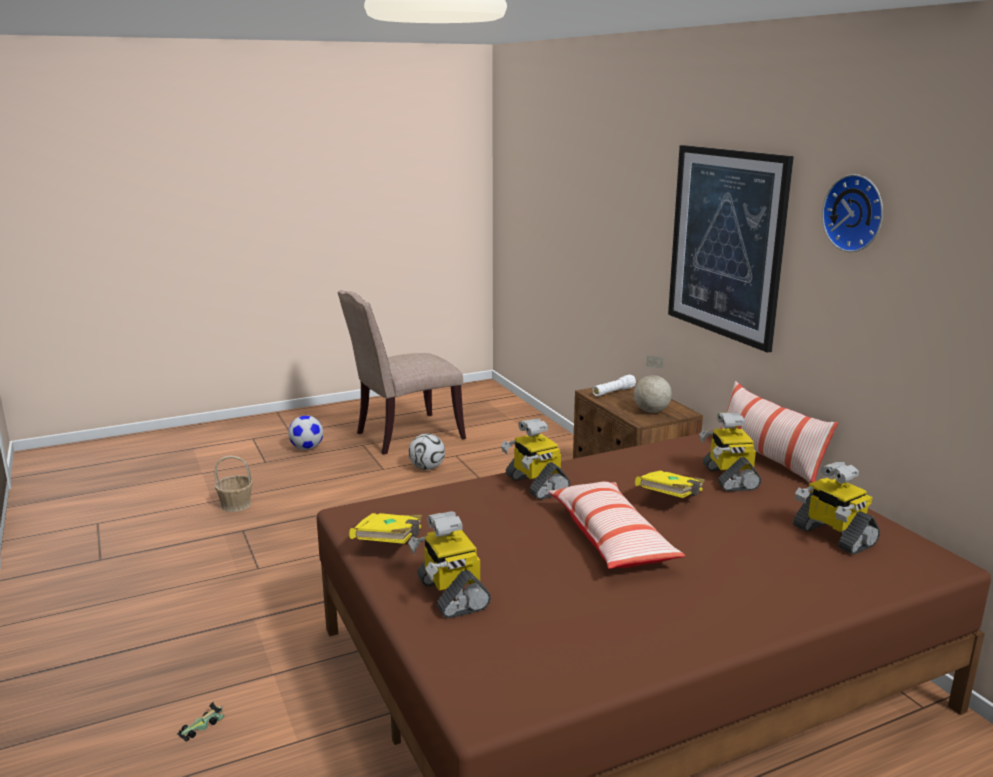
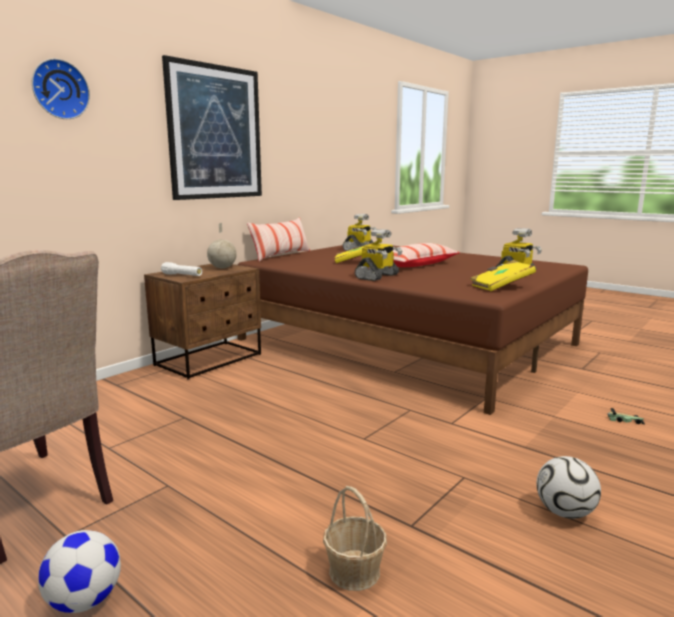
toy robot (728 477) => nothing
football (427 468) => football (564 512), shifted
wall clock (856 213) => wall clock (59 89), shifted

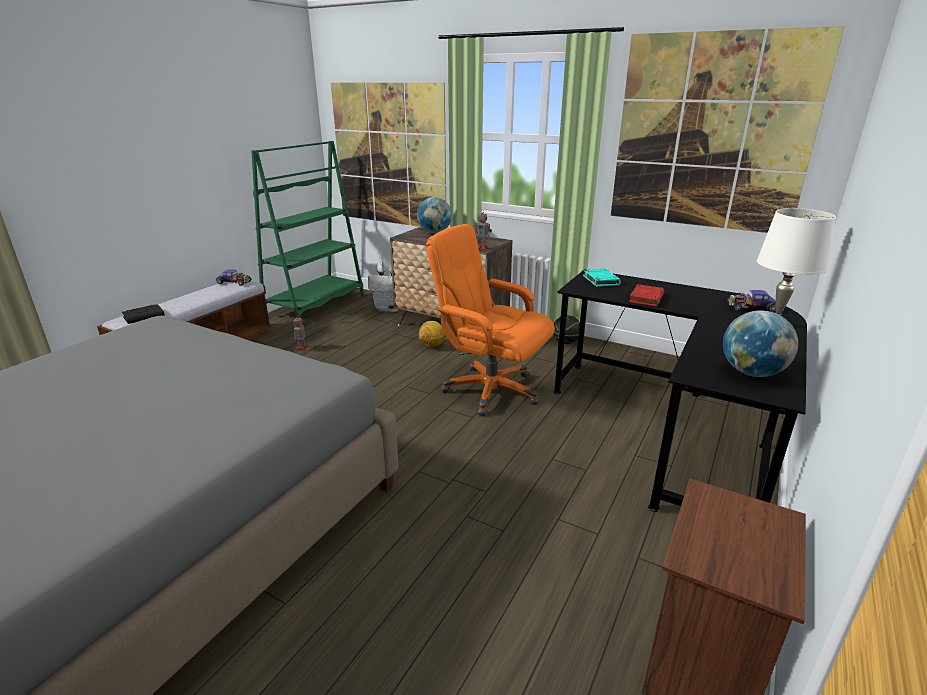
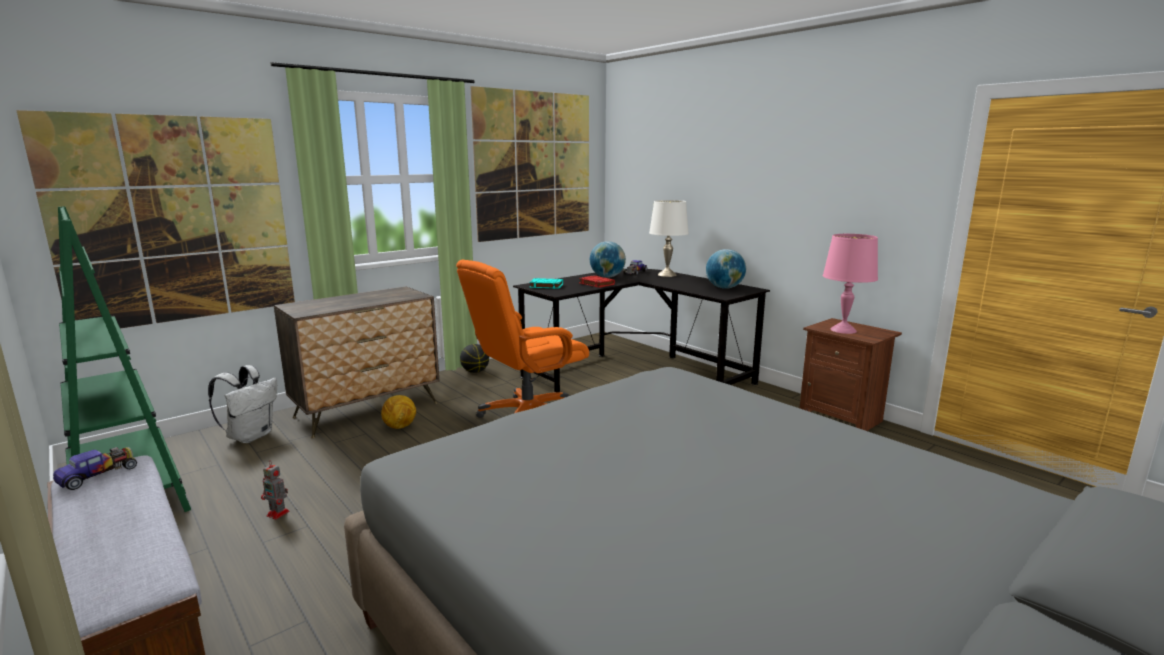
black book (144 316) => nothing
toy robot (482 248) => nothing
nothing => pink table lamp (843 330)
globe (434 232) => globe (607 277), shifted

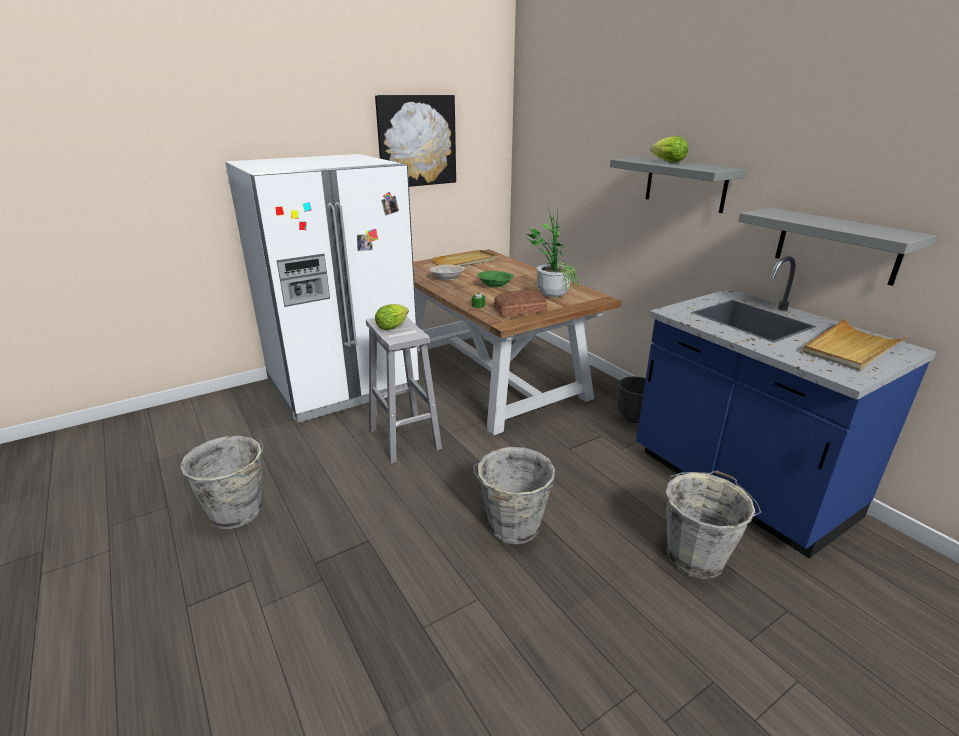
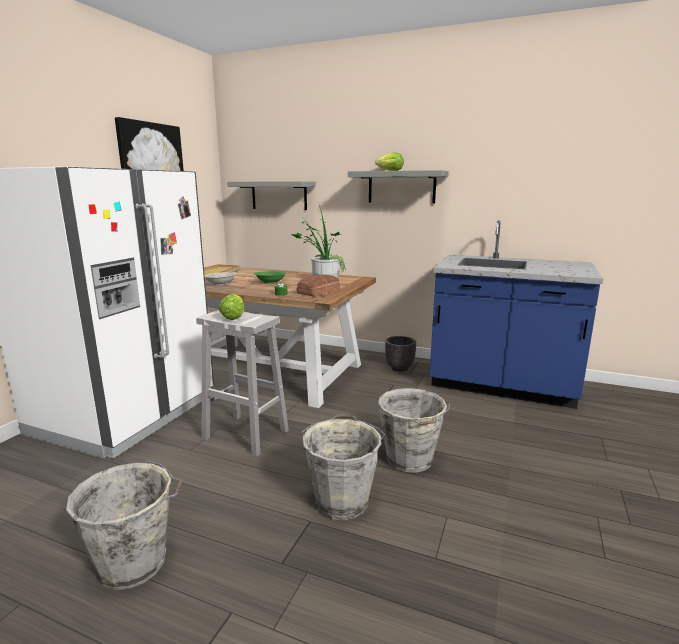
beige tray (852 348) => nothing
grey bucket (696 556) => grey bucket (342 500), shifted
grey shelf (837 245) => grey shelf (279 195), shifted

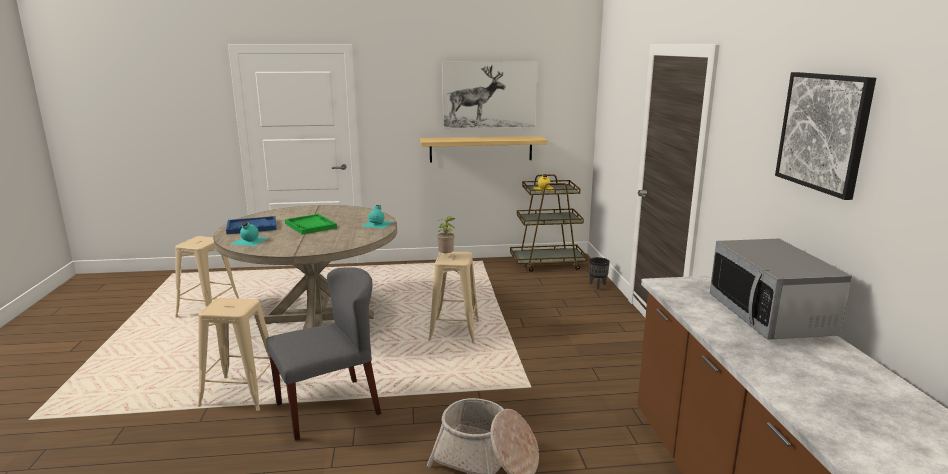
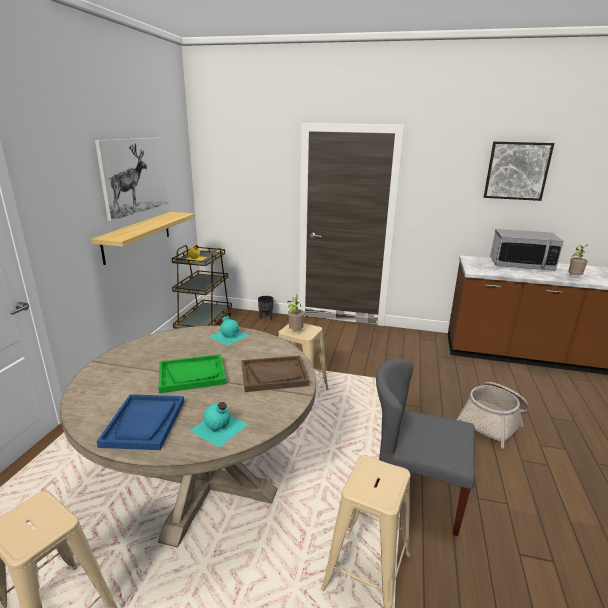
nothing => brown tray (274 375)
nothing => potted plant (573 278)
grey chair (328 408) => grey chair (414 494), 60 degrees counterclockwise

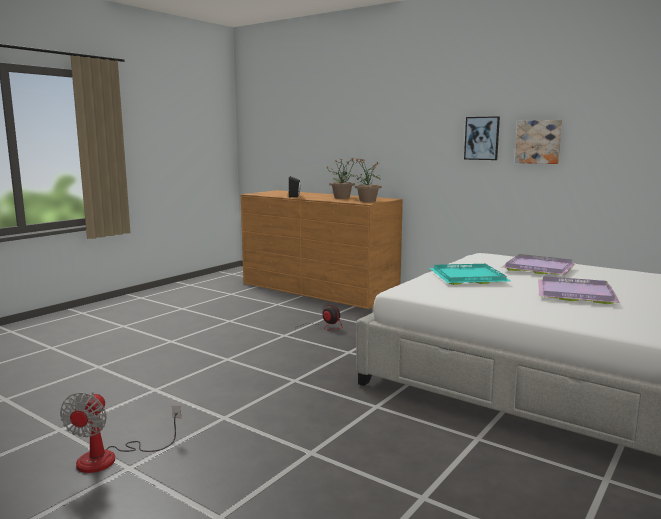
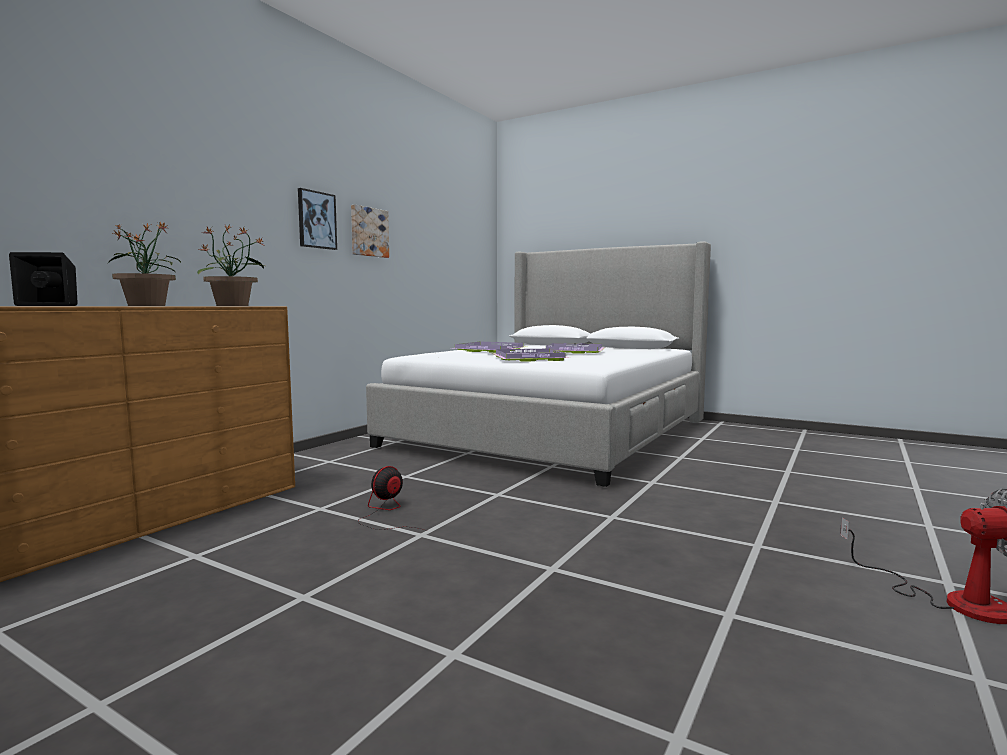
turquoise tray (469 277) => purple tray (527 358)

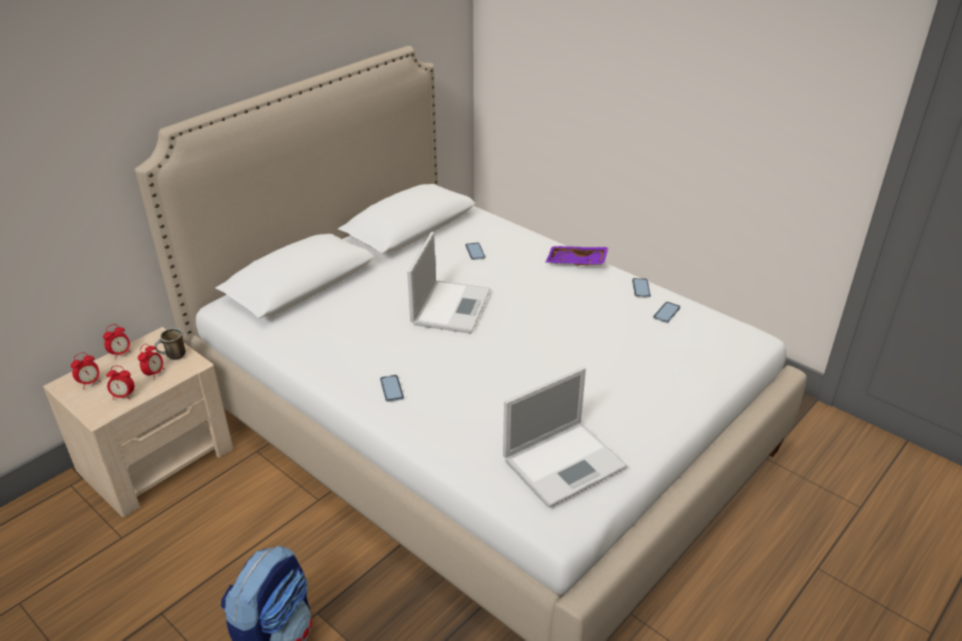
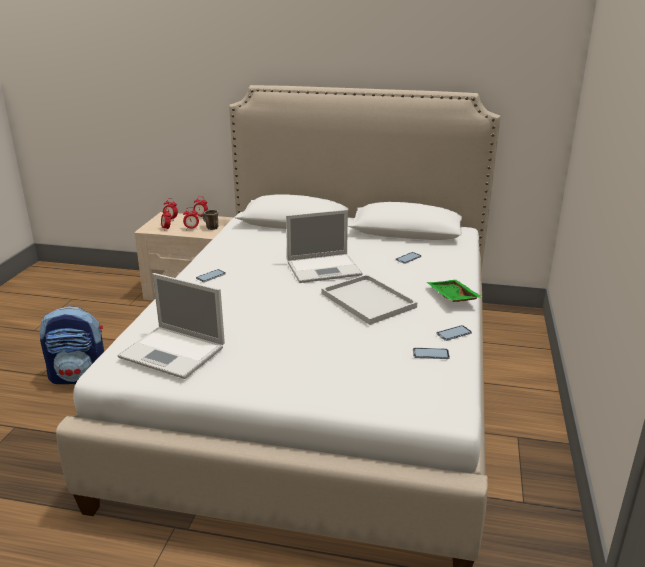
nothing => white tray (370 301)
purple tray (576 263) => green tray (451 297)

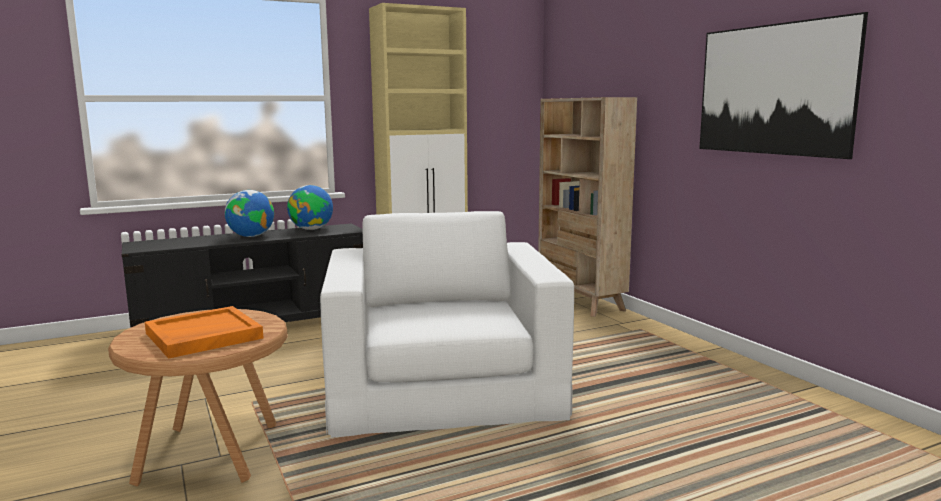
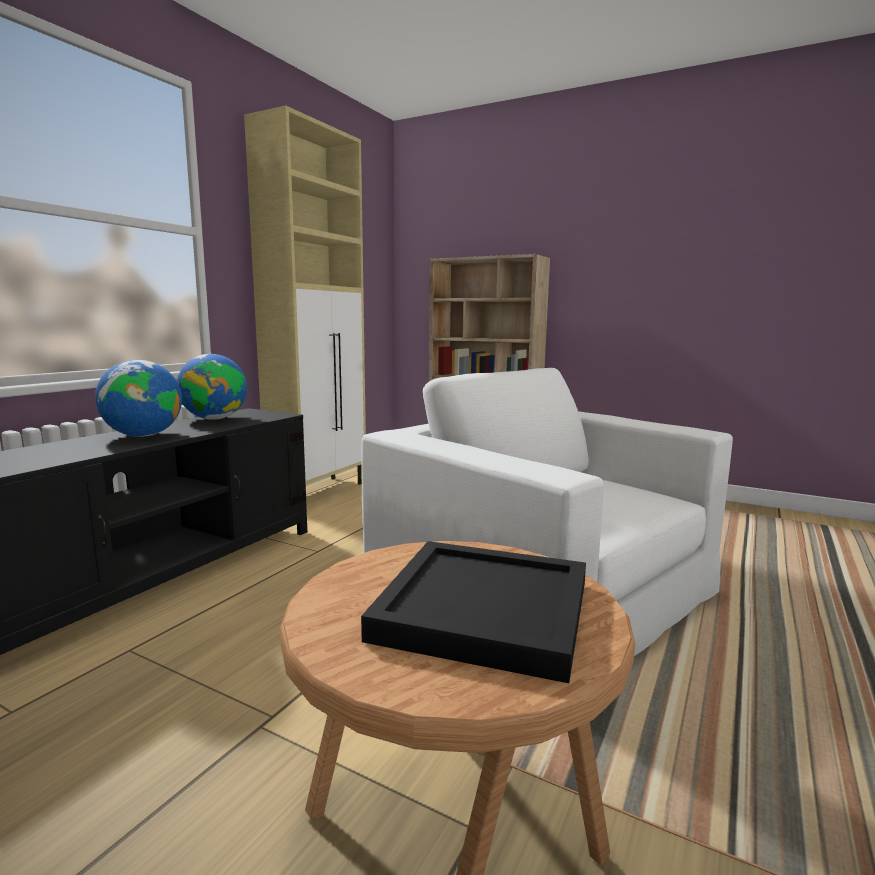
picture (773 89) => nothing
orange tray (203 336) => black tray (485 611)

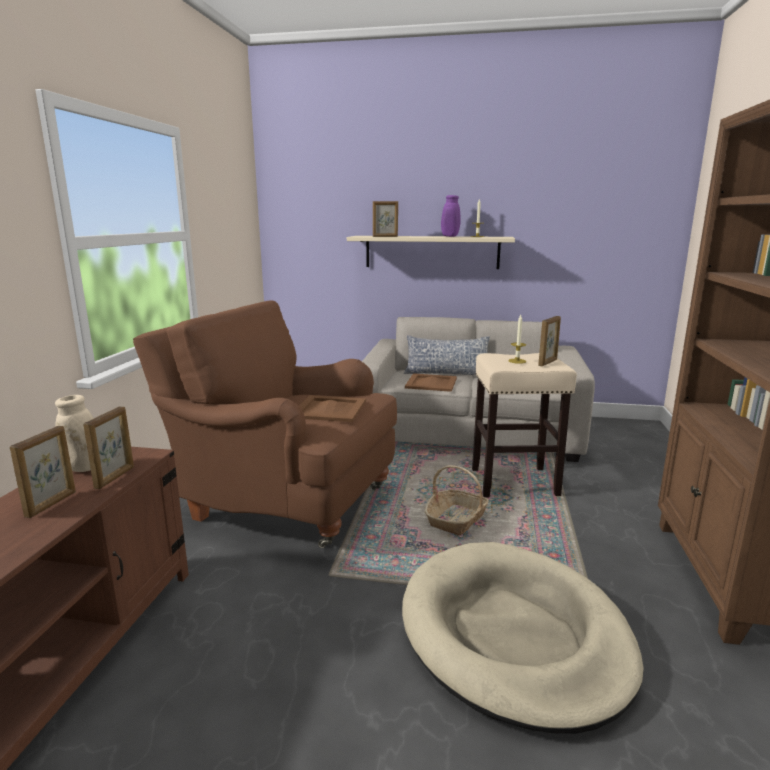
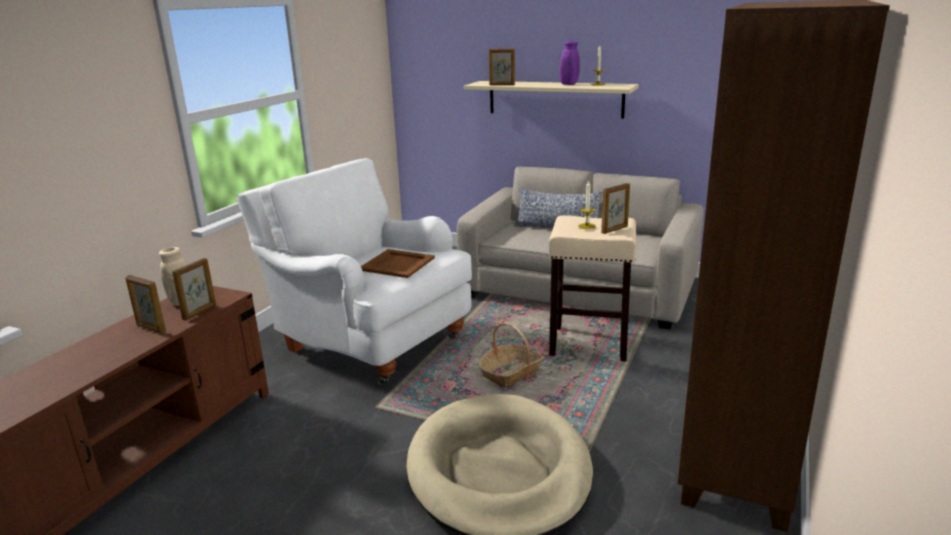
brown tray (430 383) => nothing
brown armchair (285 501) => white armchair (369 342)
picture frame (52 504) => picture frame (151 328), 90 degrees clockwise

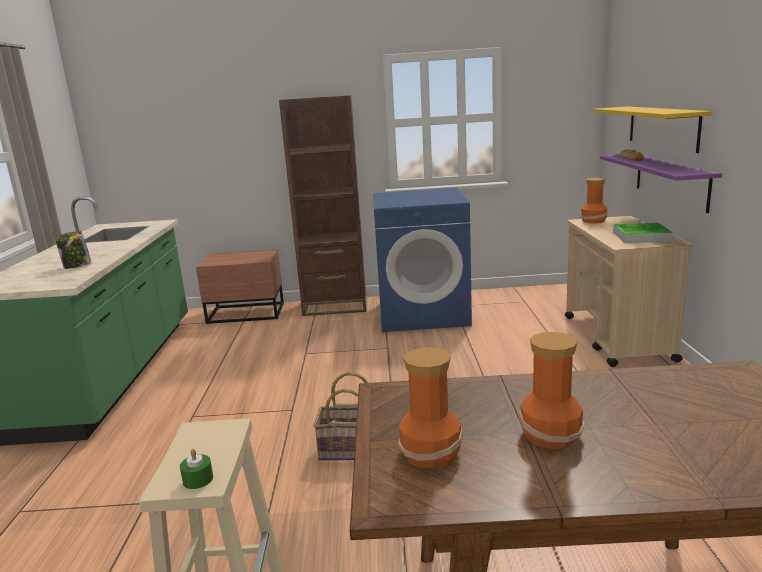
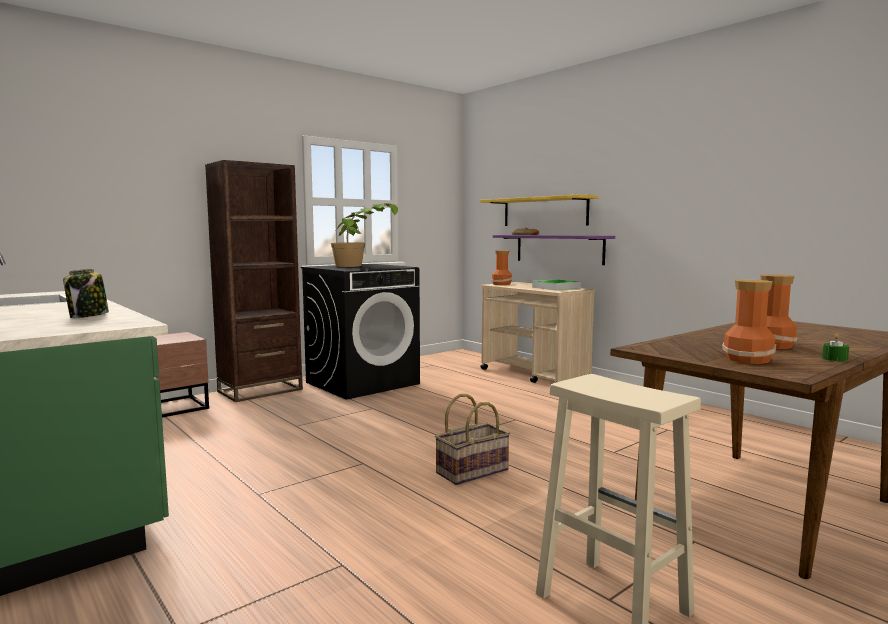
nothing => potted plant (361 266)
green candle (198 479) => green candle (834 359), shifted
blue washing machine (423 314) => black washing machine (363 383)

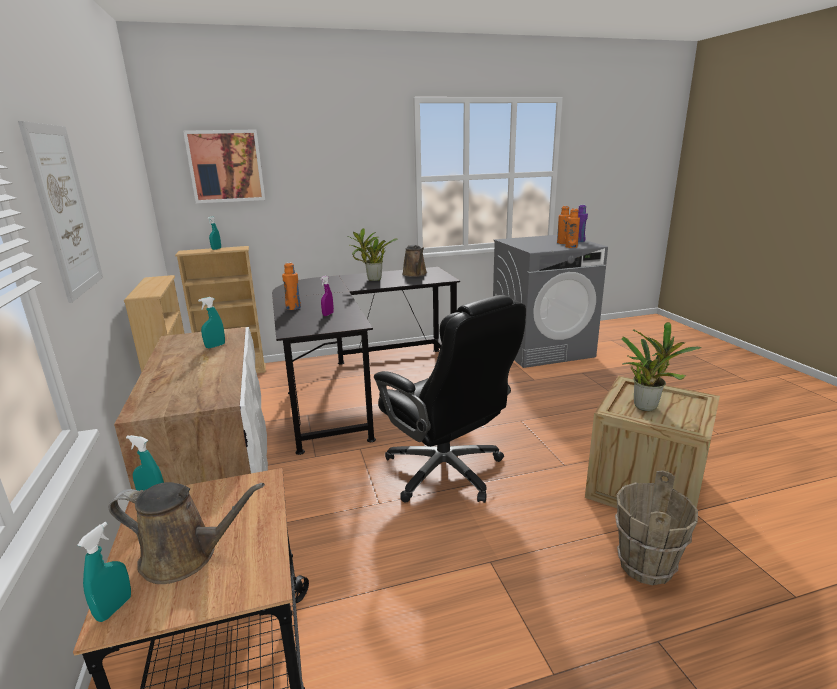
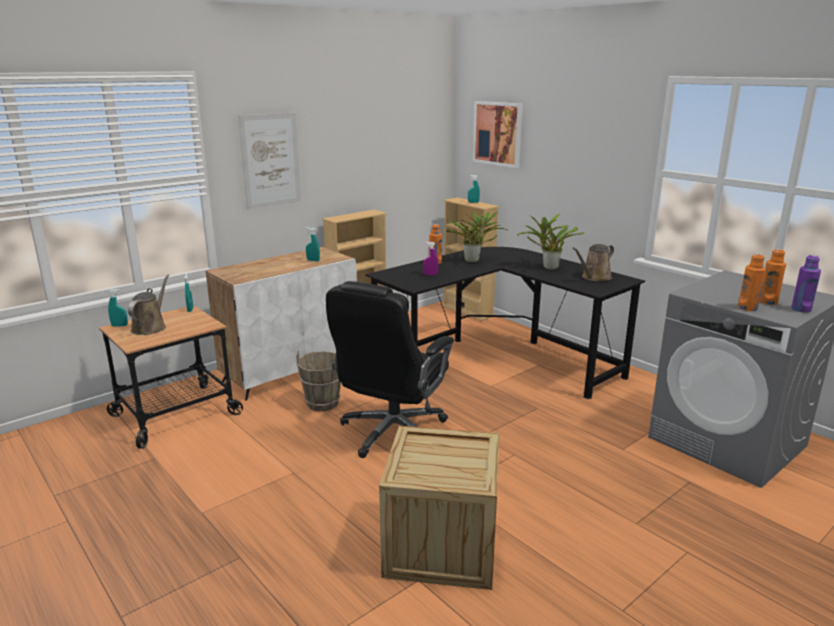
brown bucket (644 566) => brown bucket (322 403), shifted
potted plant (647 406) => potted plant (474 261), shifted
brown watering can (185 556) => brown watering can (150 327), 150 degrees counterclockwise

